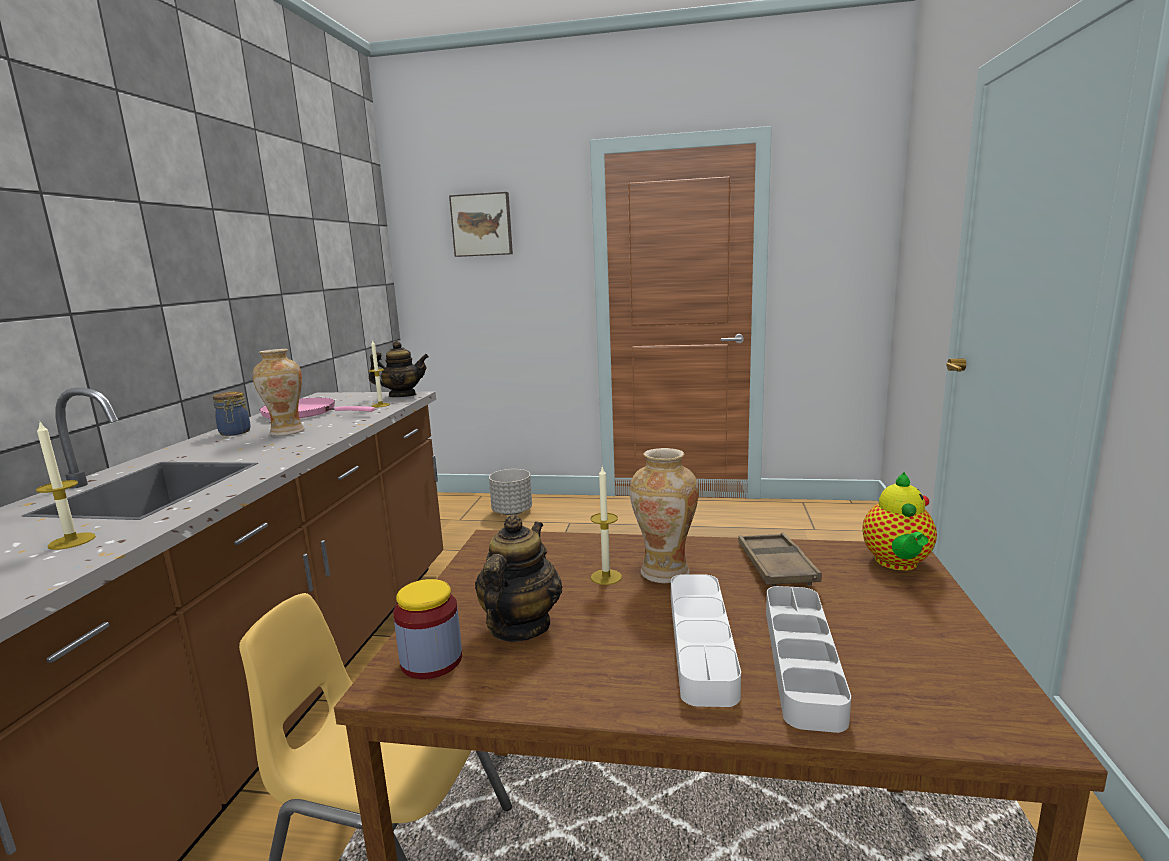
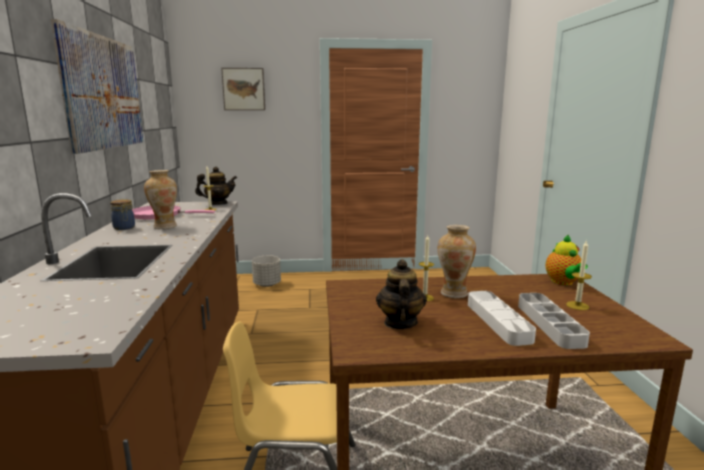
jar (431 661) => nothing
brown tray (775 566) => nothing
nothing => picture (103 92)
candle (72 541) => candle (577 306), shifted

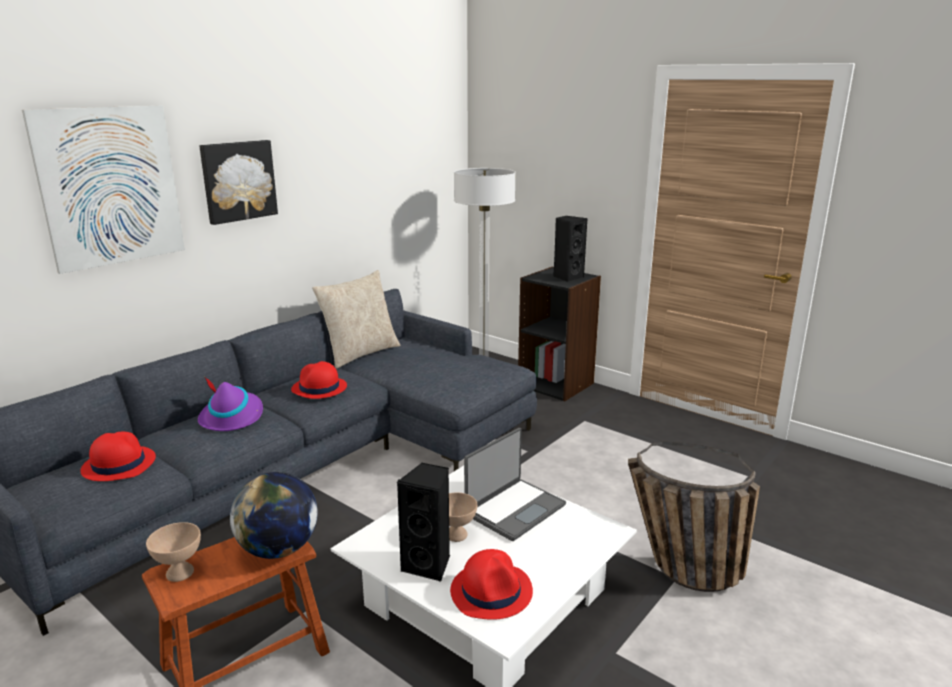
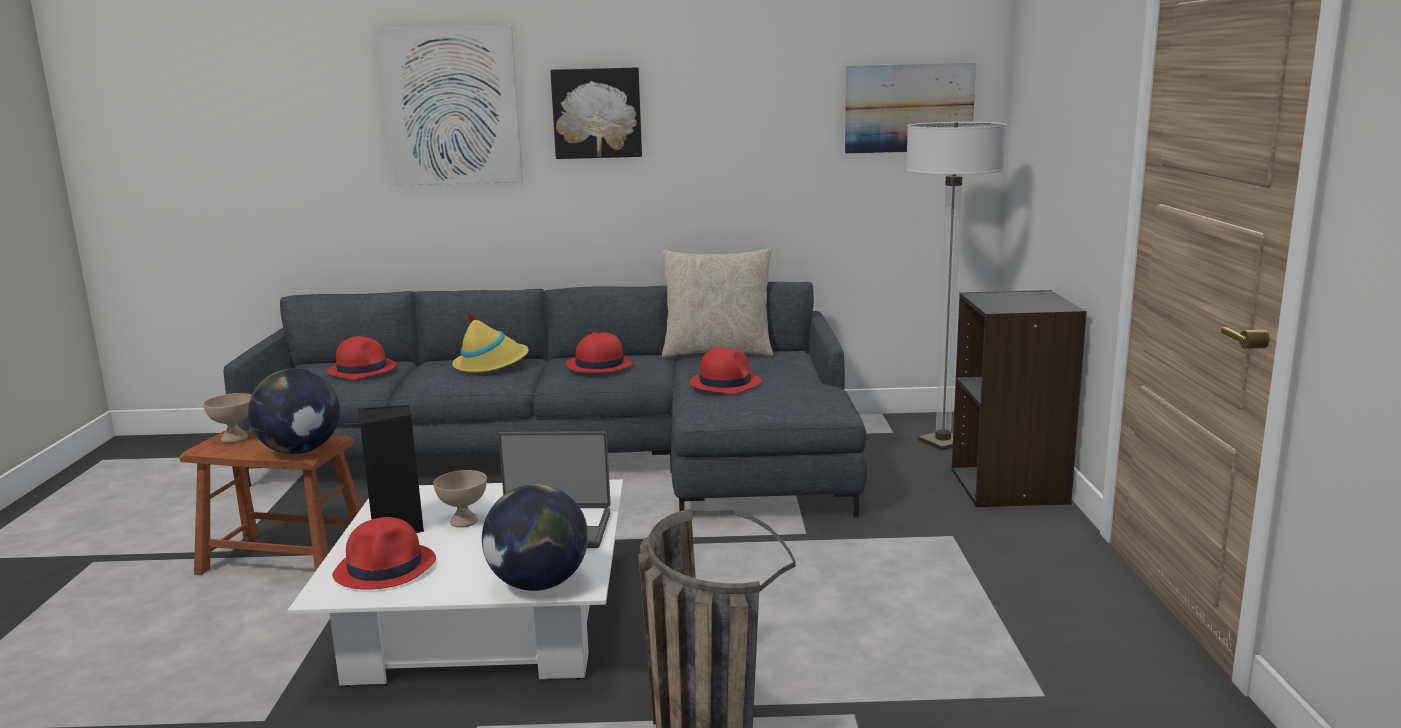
black speaker (567 277) => nothing
nothing => globe (538 584)
nothing => red hat (725 383)
nothing => picture (909 108)
purple hat (232 417) => yellow hat (491 364)

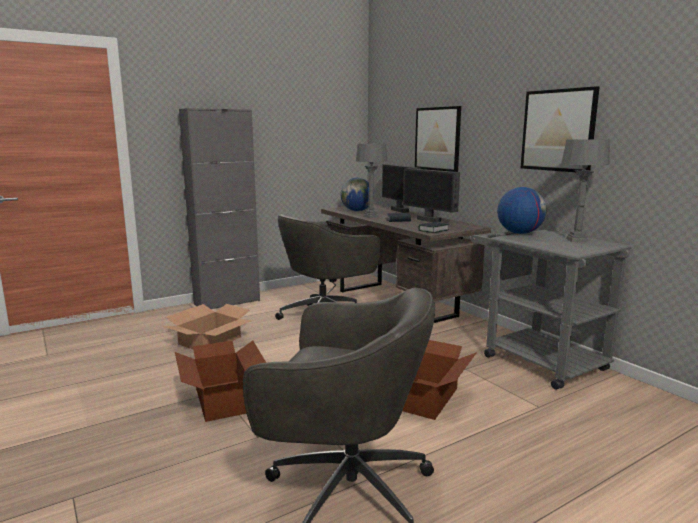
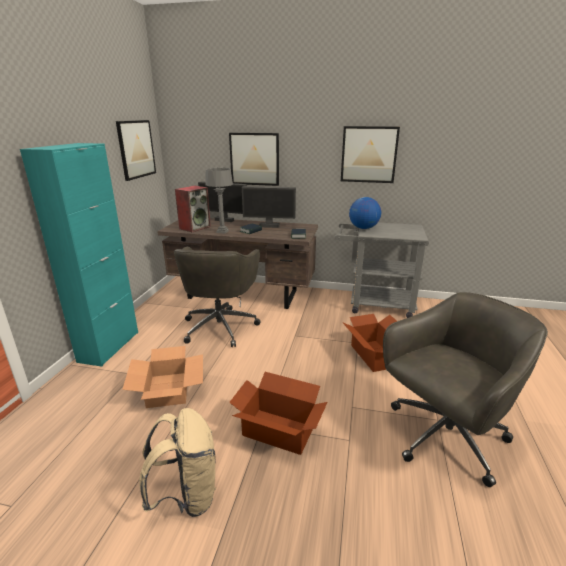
grey table lamp (576 240) => nothing
nothing => picture (136 149)
nothing => beige backpack (187 495)
globe (357 211) => speaker (195 227)
grey cabinet (227 302) => turquoise cabinet (109 346)

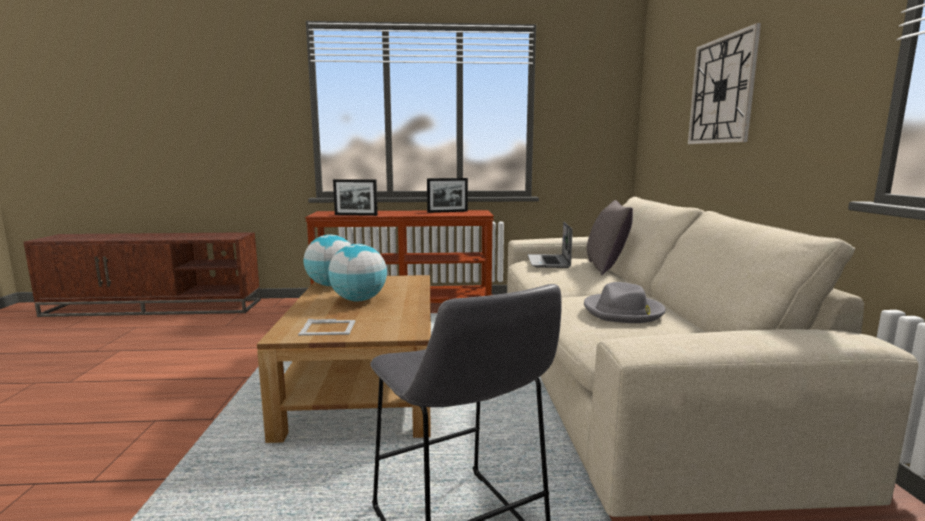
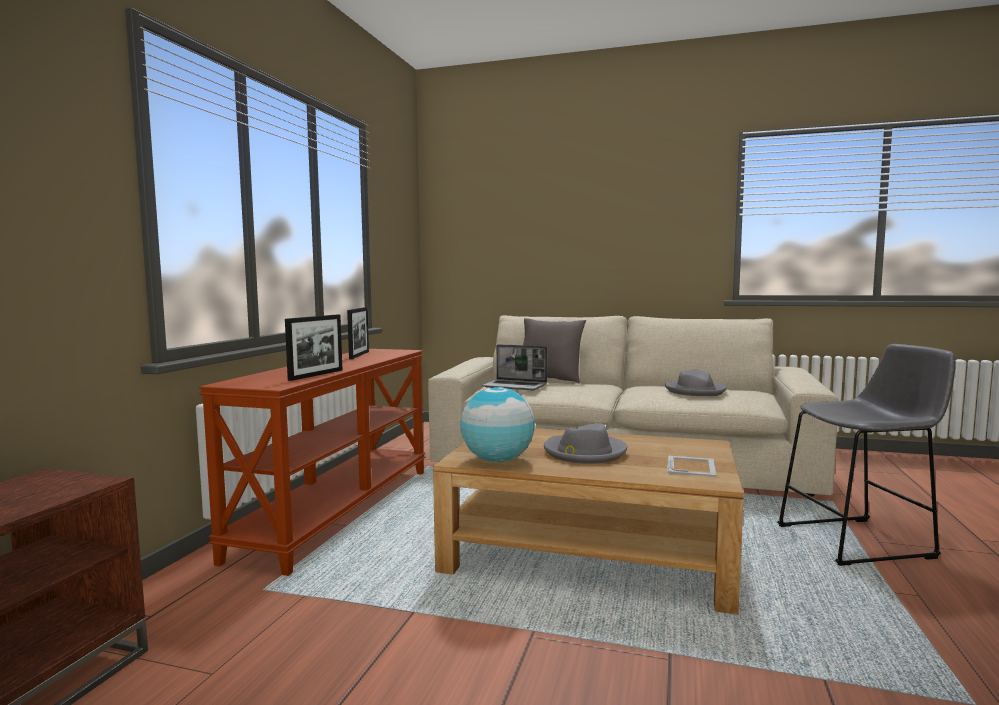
wall clock (722 90) => nothing
globe (358 300) => grey hat (584 452)

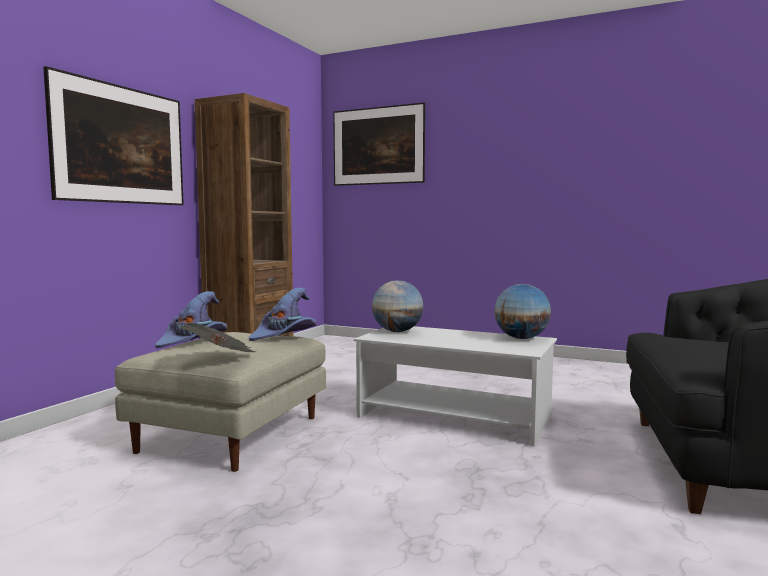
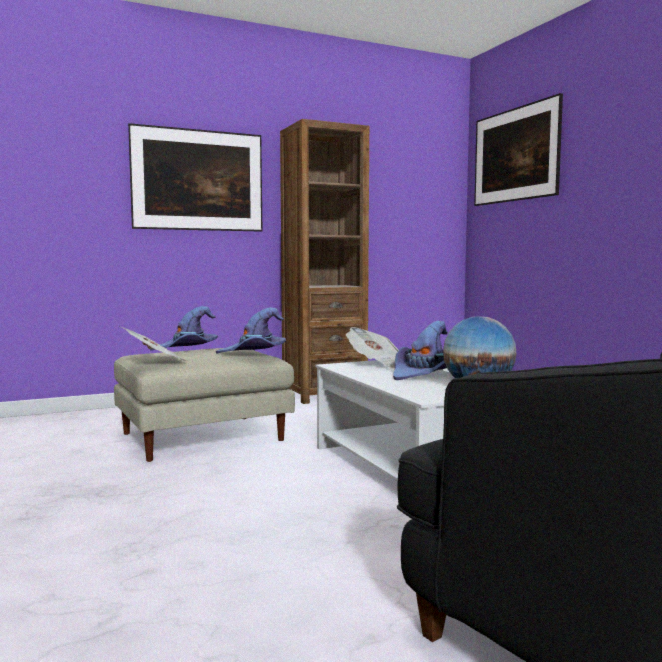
nothing => purple hat (425 374)
globe (397 331) => newspaper (376 364)

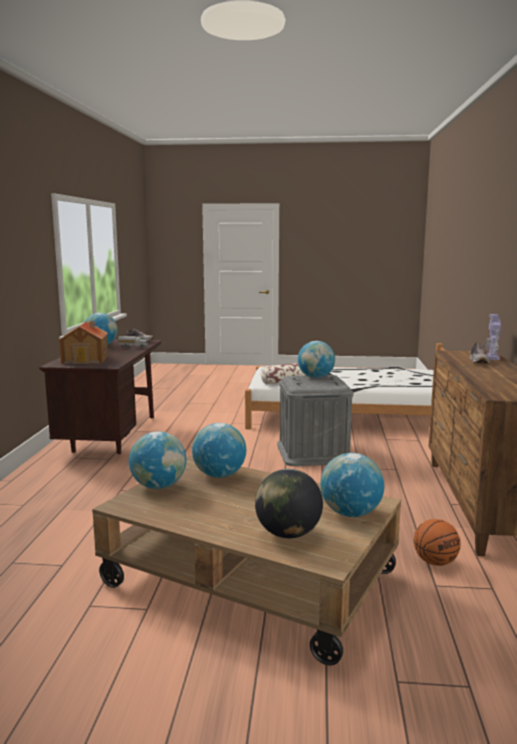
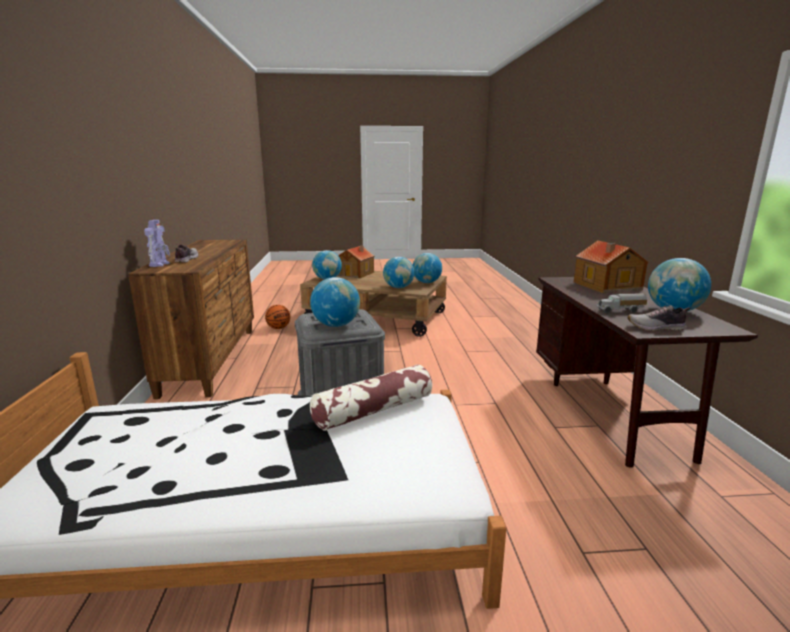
globe (288 534) => toy house (355 274)

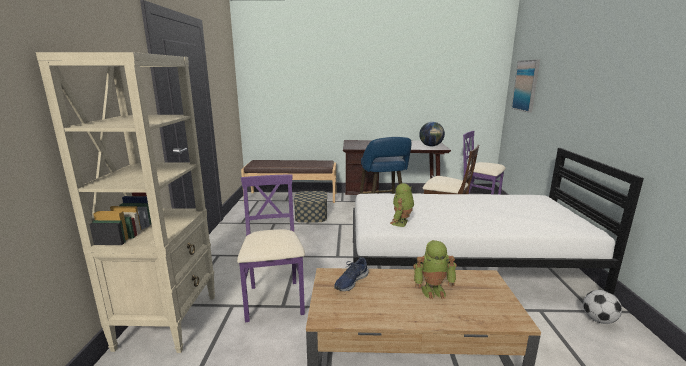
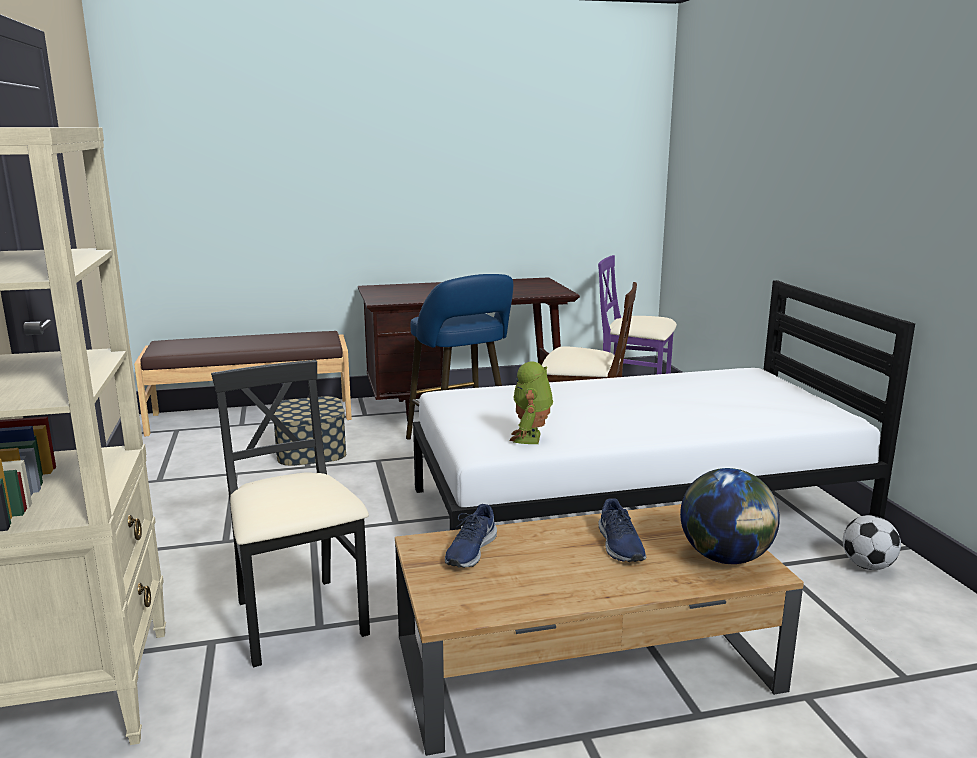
picture (526 85) => nothing
globe (431 146) => globe (725 558), shifted
toy robot (433 290) => blue shoe (619 545)
purple chair (275 301) => black chair (299 620)

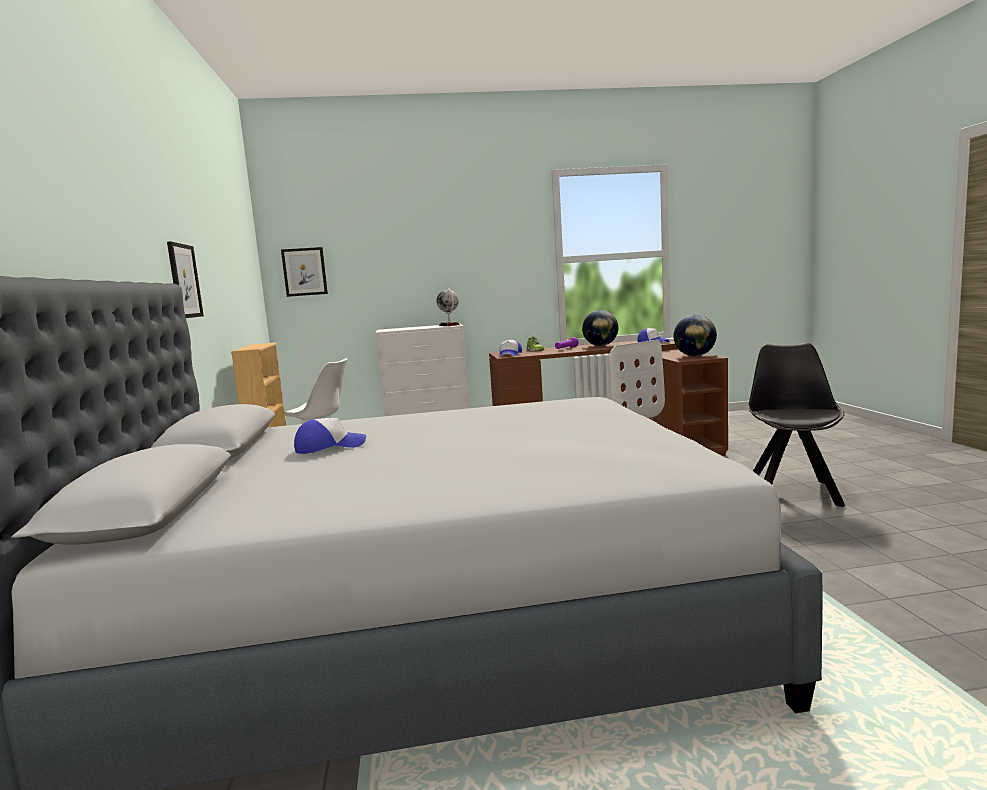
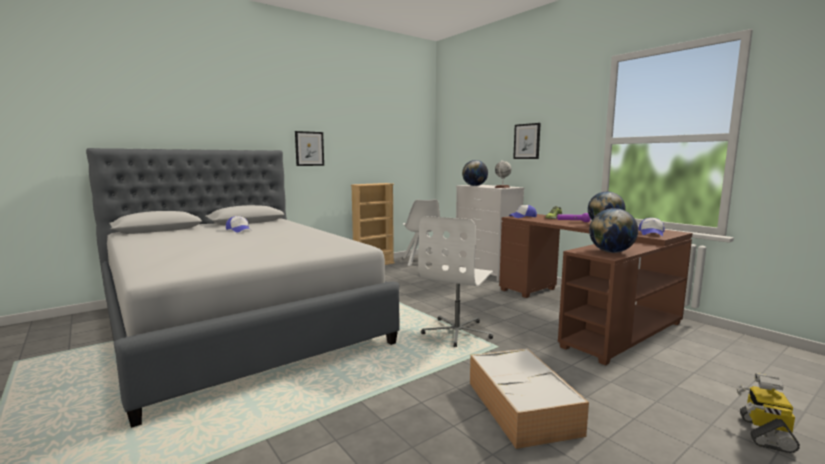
nothing => globe (474 186)
nothing => toy robot (764 433)
picture (304 272) => picture (527 141), shifted
black chair (792 491) => storage box (523 408)

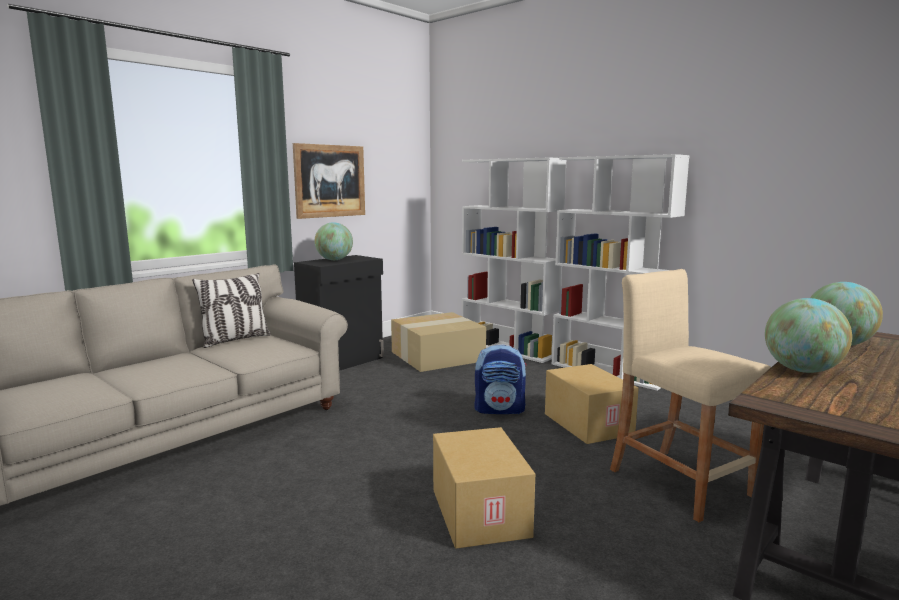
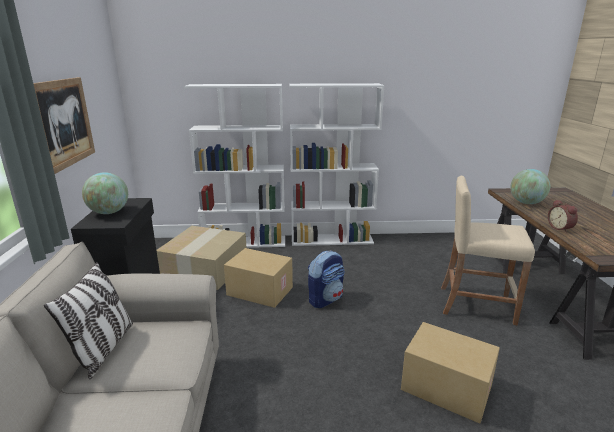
cardboard box (586 424) => cardboard box (259 291), shifted
globe (802 370) => alarm clock (560 228)

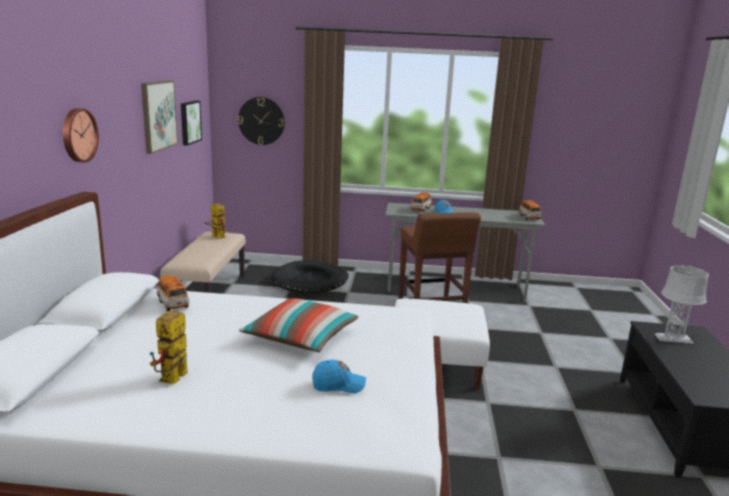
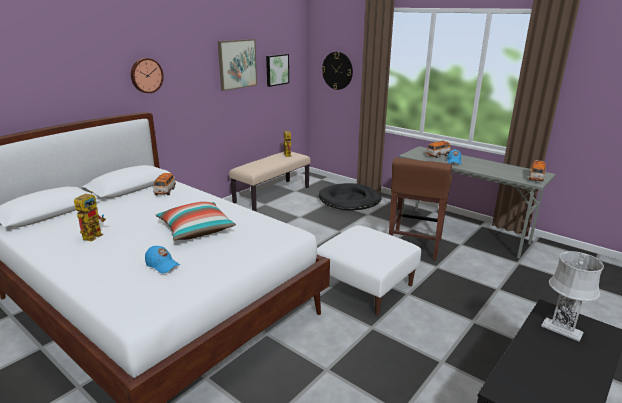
toy robot (172 381) => toy robot (94 235), 150 degrees clockwise

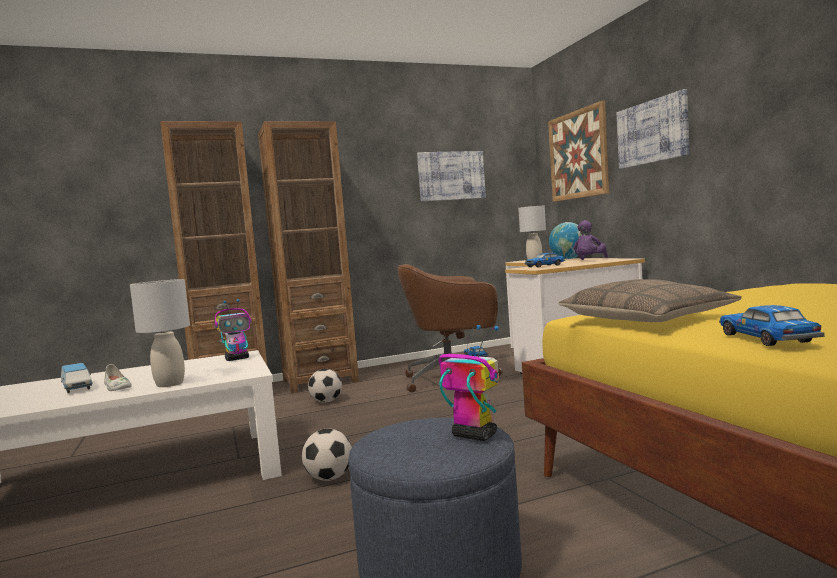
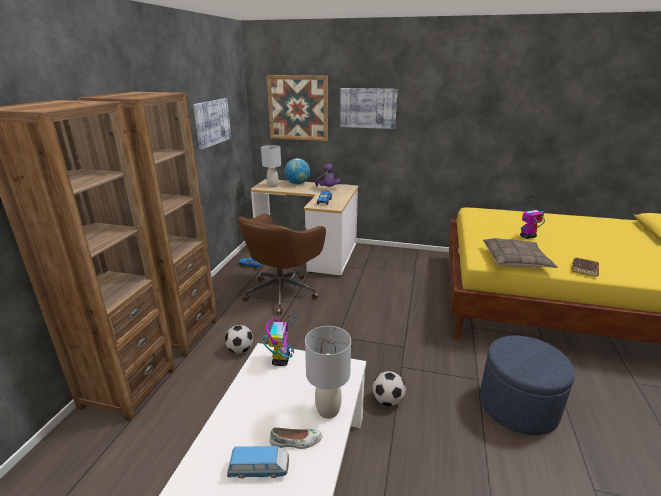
toy robot (473 435) => toy robot (527 237), shifted
toy car (767 339) => brown book (585 269)

